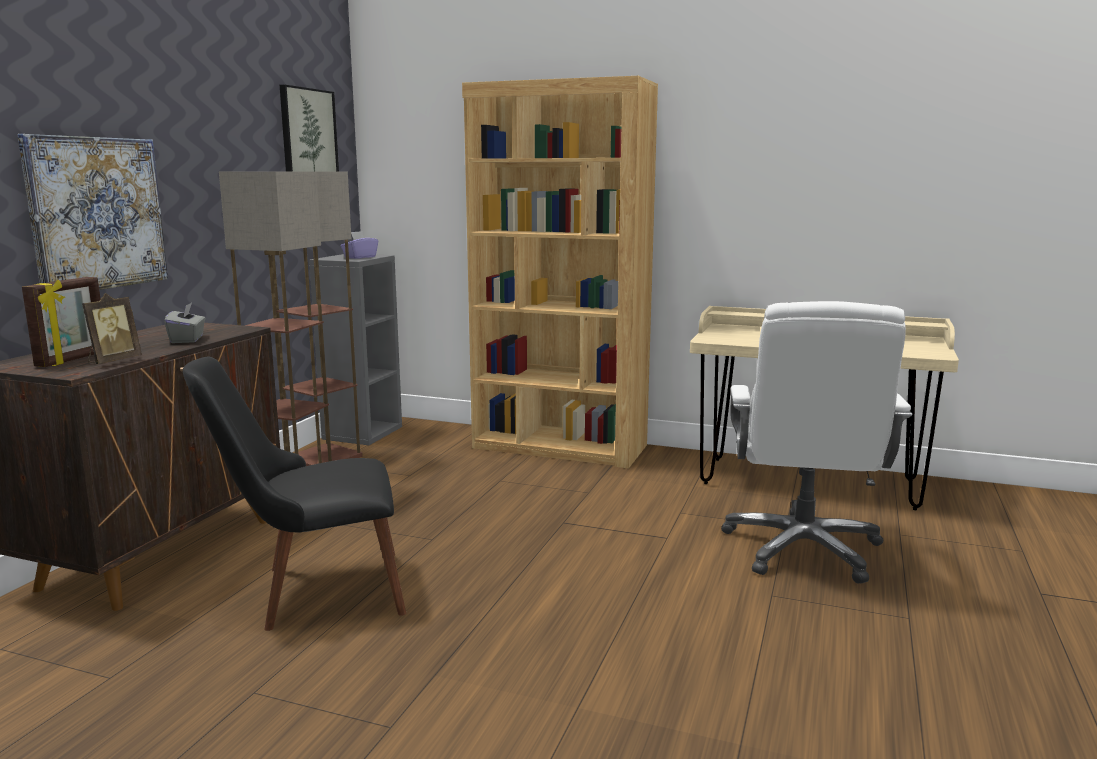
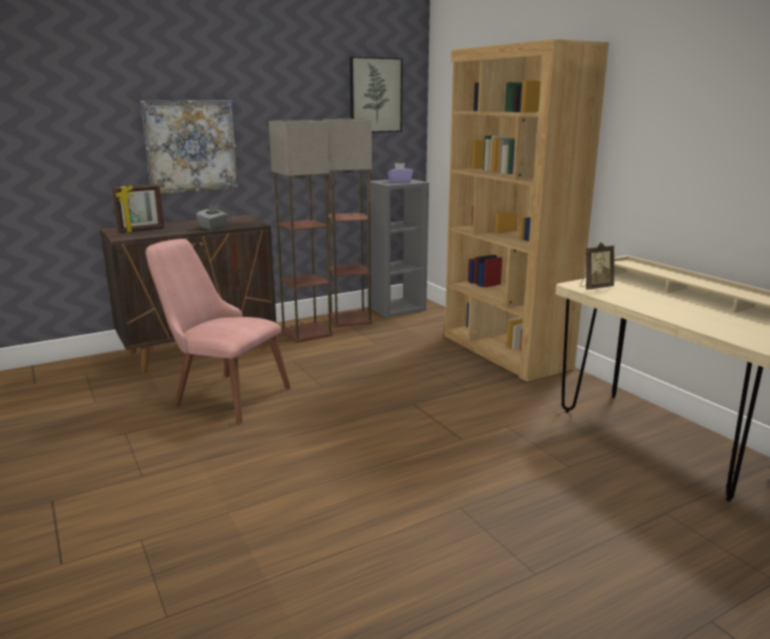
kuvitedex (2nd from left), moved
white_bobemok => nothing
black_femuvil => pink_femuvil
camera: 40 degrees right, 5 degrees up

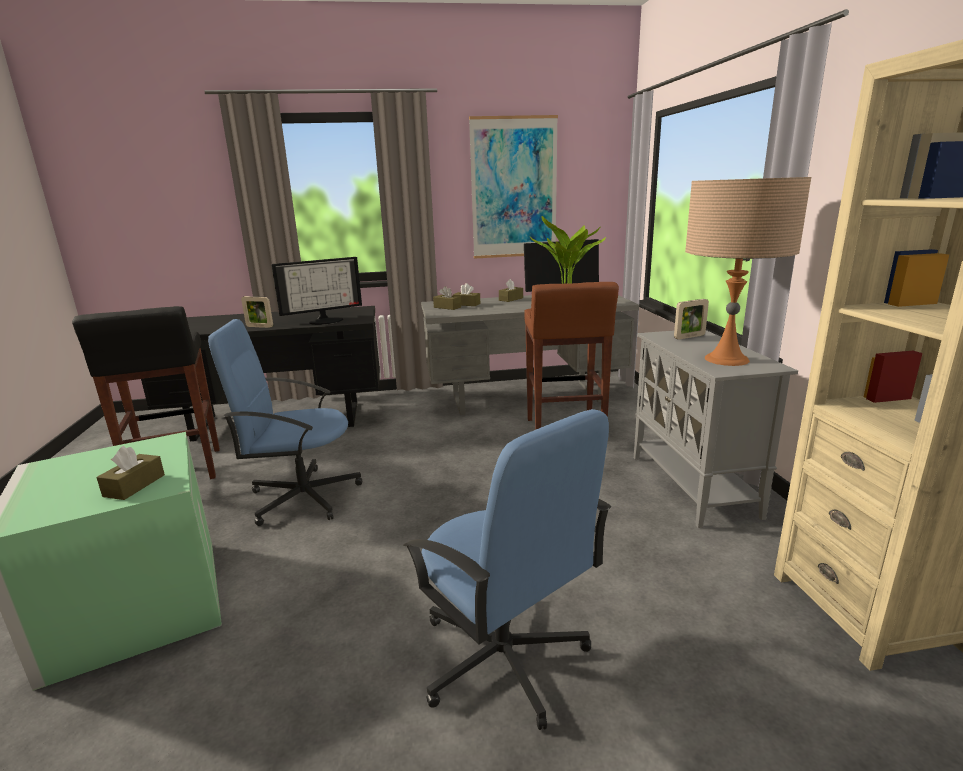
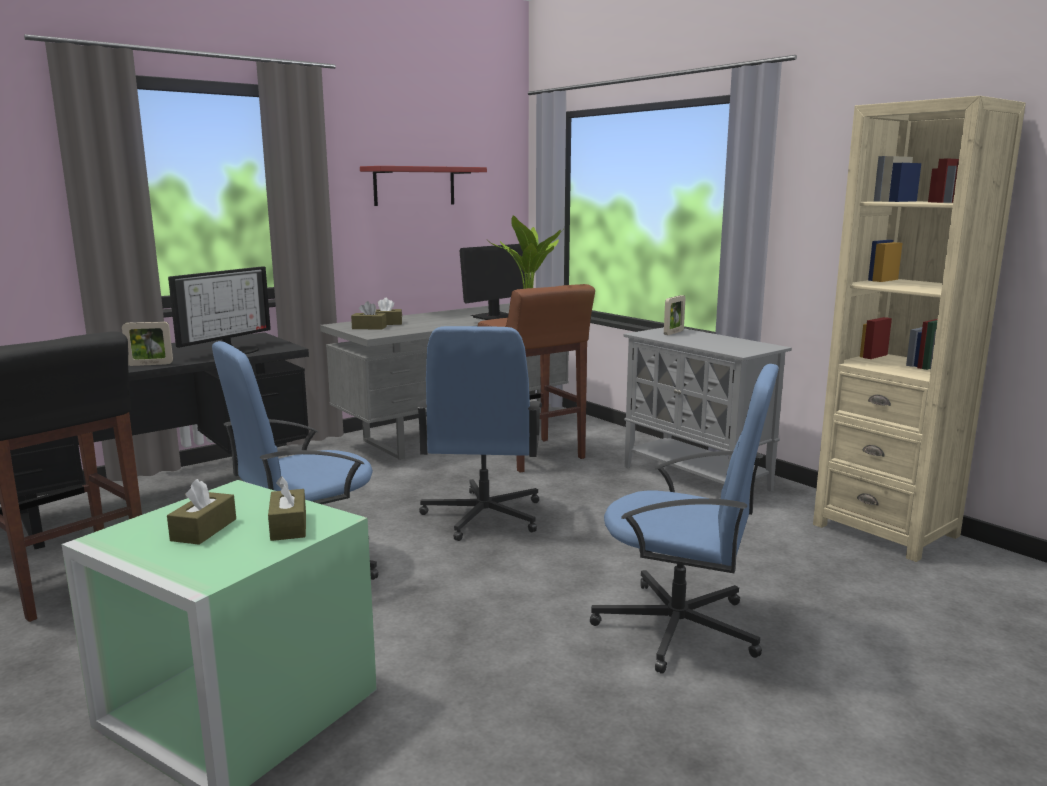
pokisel => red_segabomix
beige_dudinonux => nothing
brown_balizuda (4th from left in the first image) => brown_balizuda (1st from left), moved
nothing => blue_bobemok (2nd from left)
camera: 30 degrees left, 5 degrees down

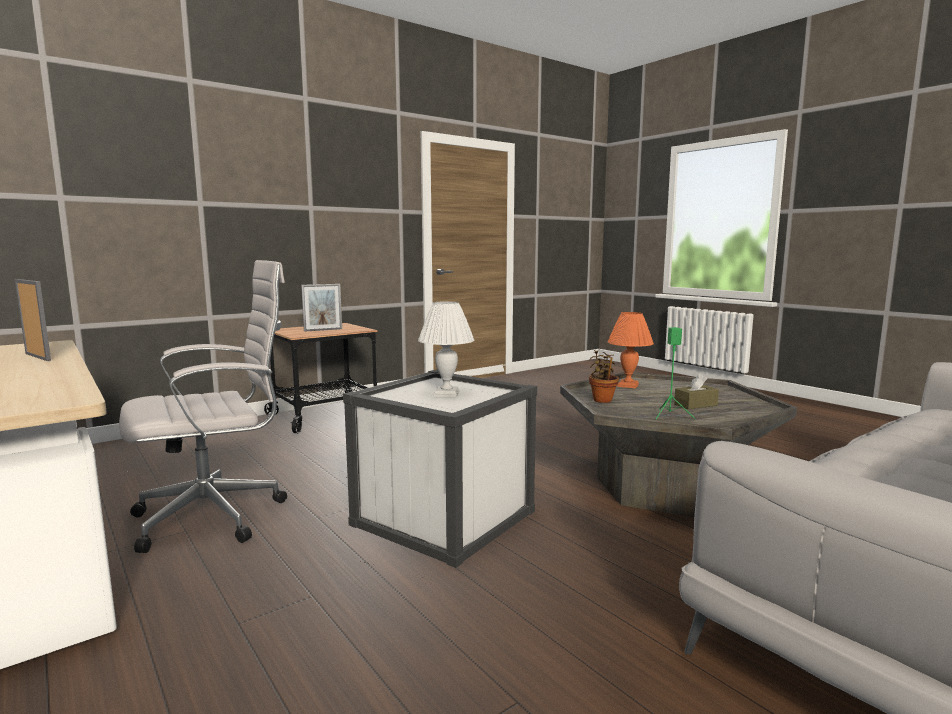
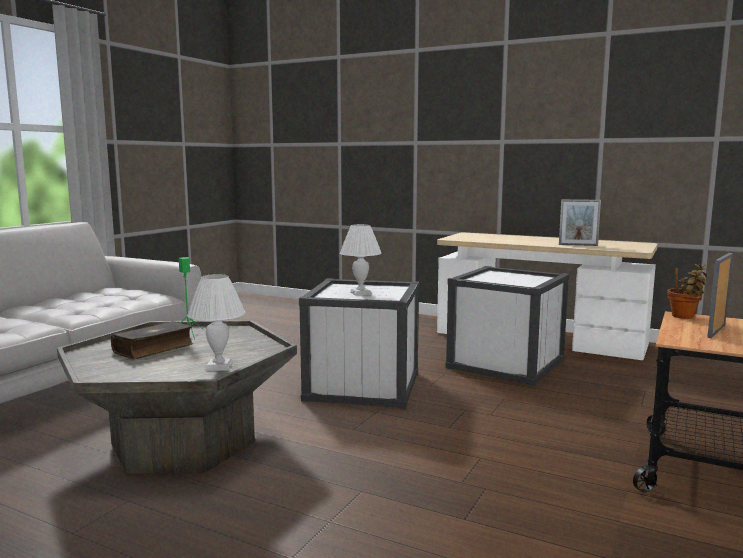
white_bobemok => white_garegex (2nd from left)
orange_dudinonux => white_dudinonux (1st from left)
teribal, moved
brown_balizuda => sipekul
camera: 155 degrees right, 0 degrees up

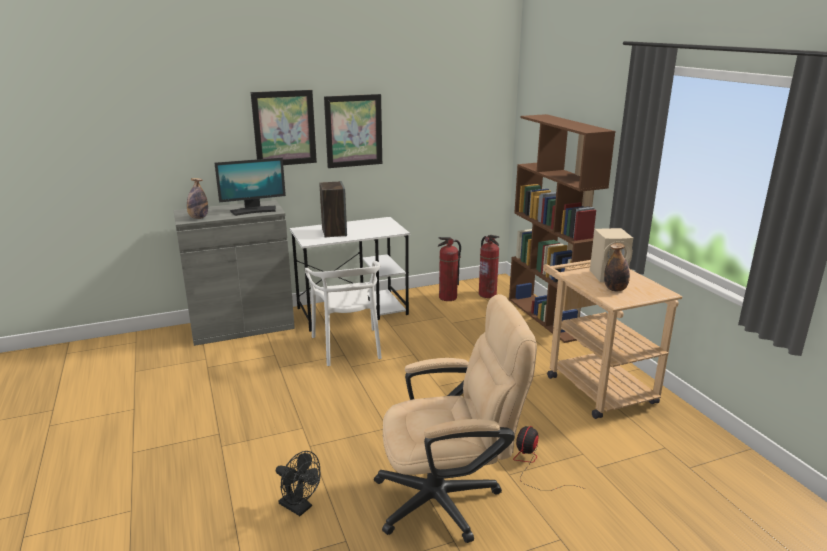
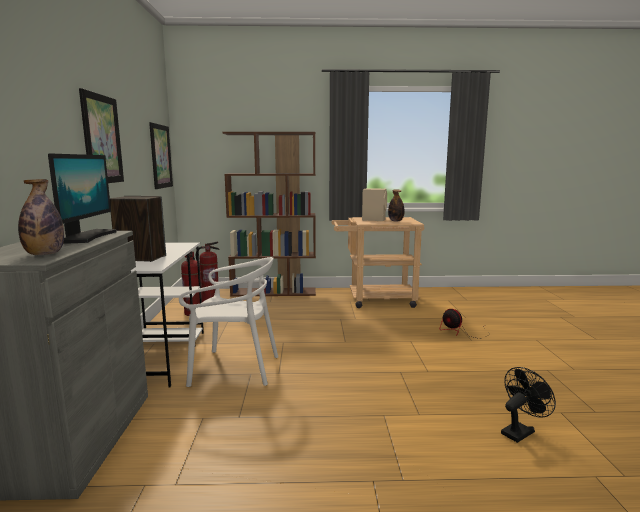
pokisel (1st from left in the first image) => pokisel (2nd from left), moved
beige_bobemok => nothing
camera: 70 degrees left, 10 degrees down

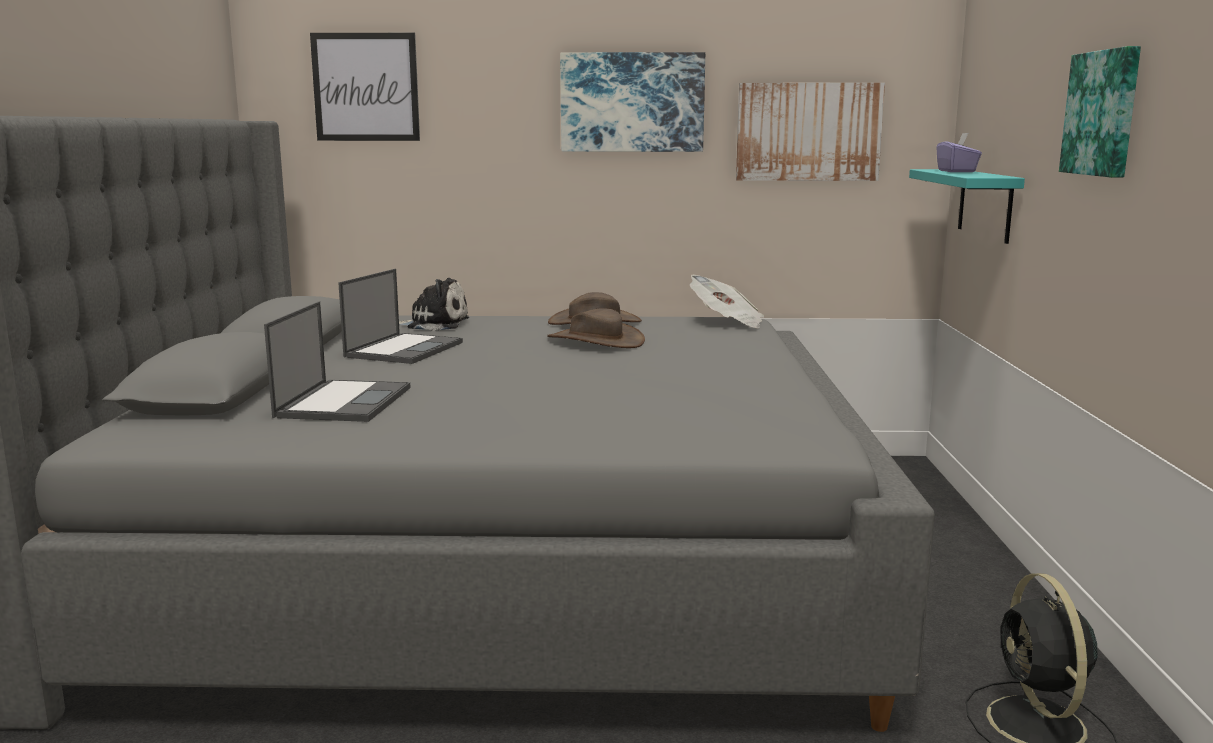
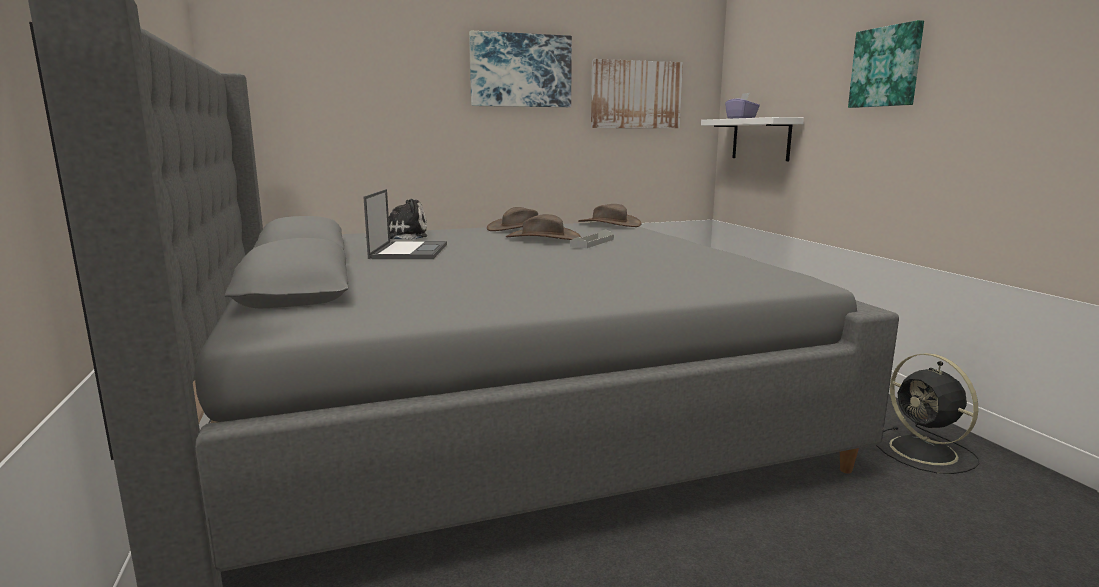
pokisel (1st from left) => nothing
turquoise_segabomix => white_segabomix
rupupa => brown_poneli (3rd from left)
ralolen (1st from left) => nothing
nothing => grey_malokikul
camera: 20 degrees left, 0 degrees up

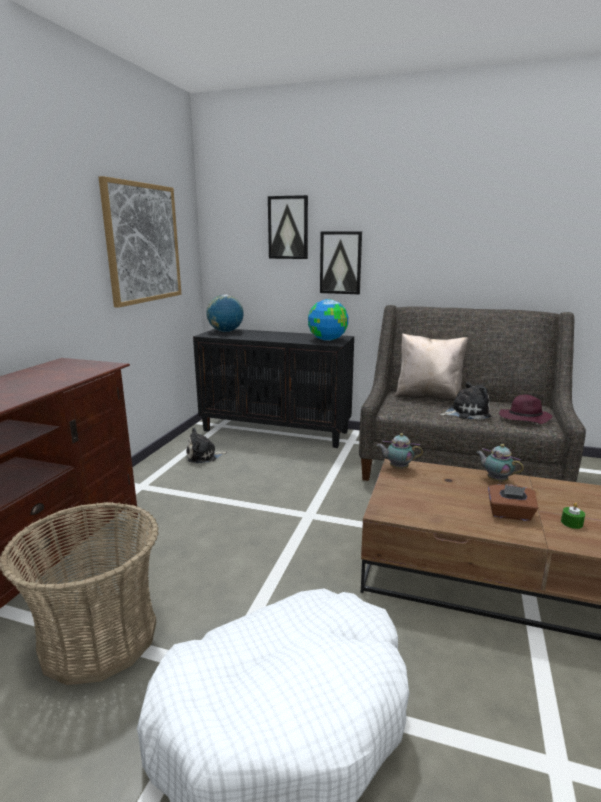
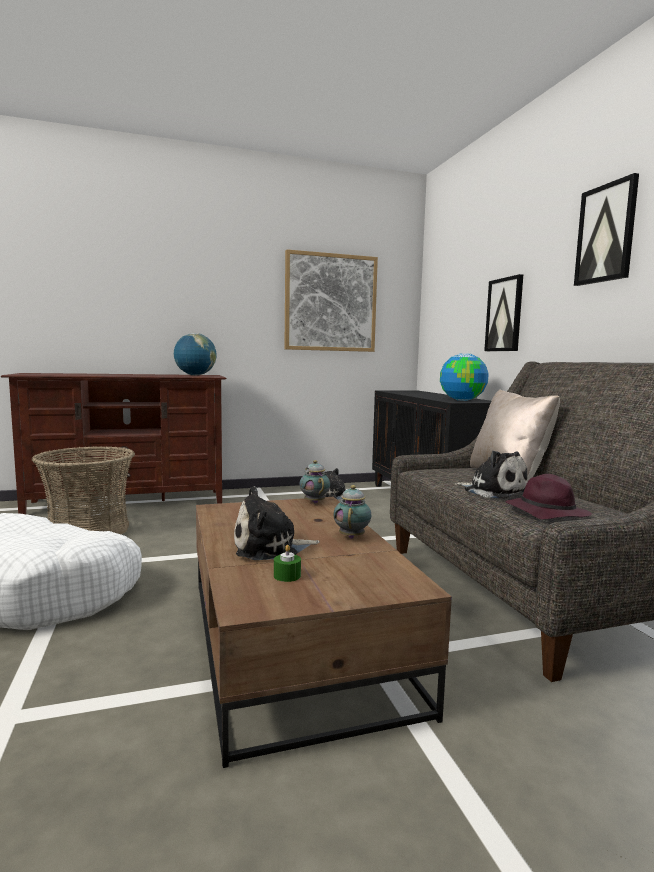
pokisel (2nd from left in the first image) => pokisel (3rd from left), moved
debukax (1st from left), moved
brown_balizuda => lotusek (1st from left)
camera: 55 degrees right, 10 degrees down

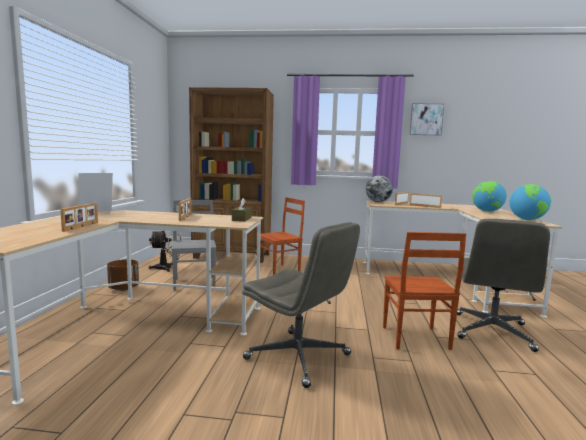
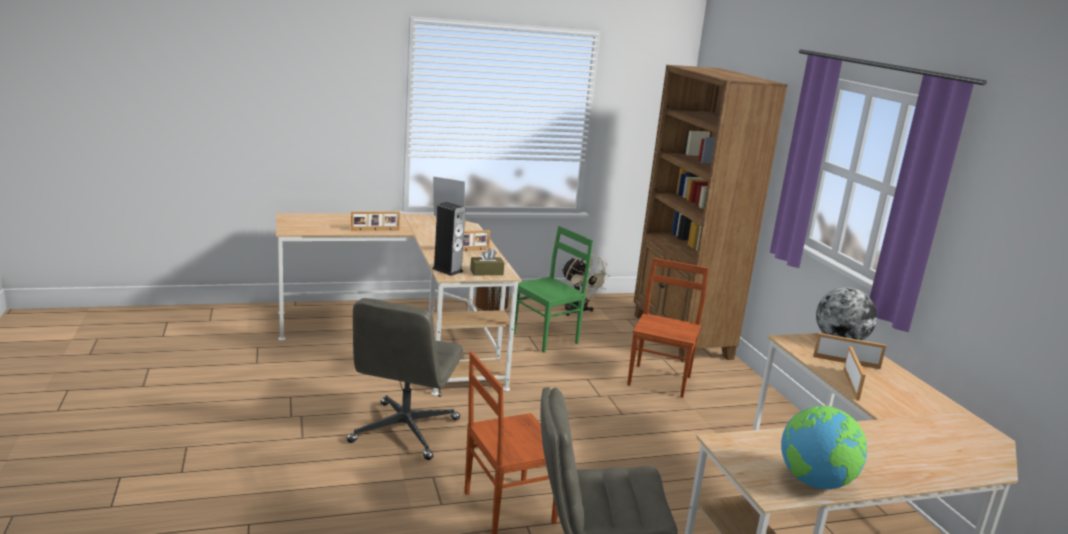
pokisel => nothing
debukax (2nd from left) => nothing
brown_femuvil (1st from left in the first image) => brown_femuvil (2nd from left), 105 degrees counterclockwise
grey_femuvil => green_femuvil
nothing => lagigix
camera: 65 degrees right, 10 degrees up

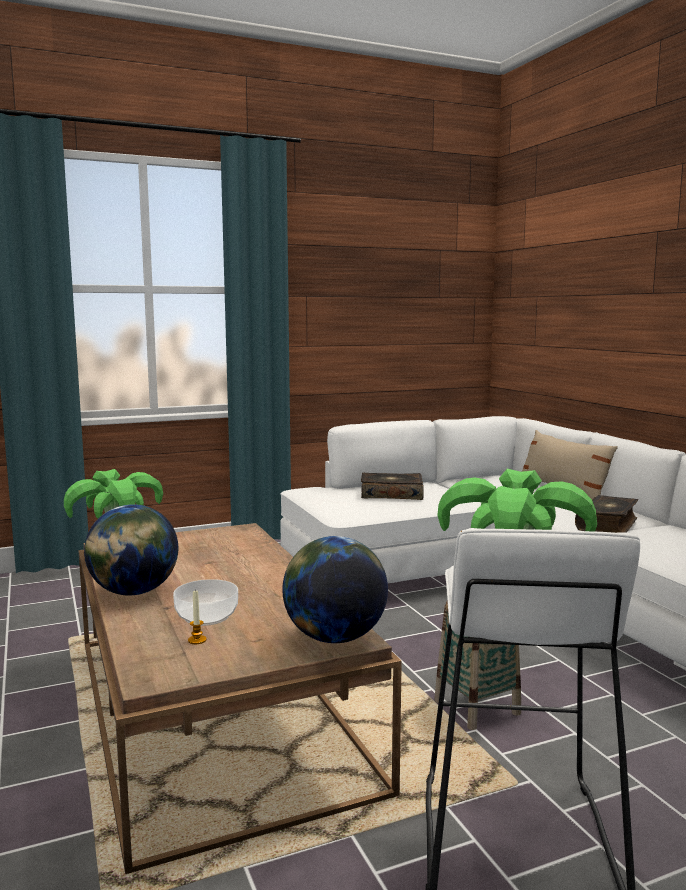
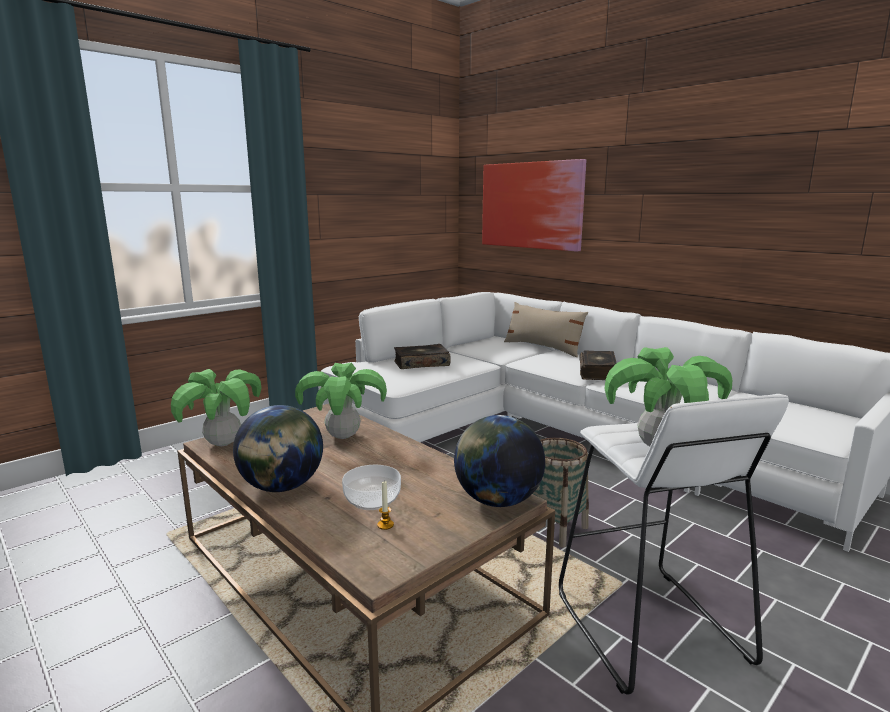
nothing => pokisel
nothing => teribal (2nd from left)
camera: 20 degrees left, 5 degrees up

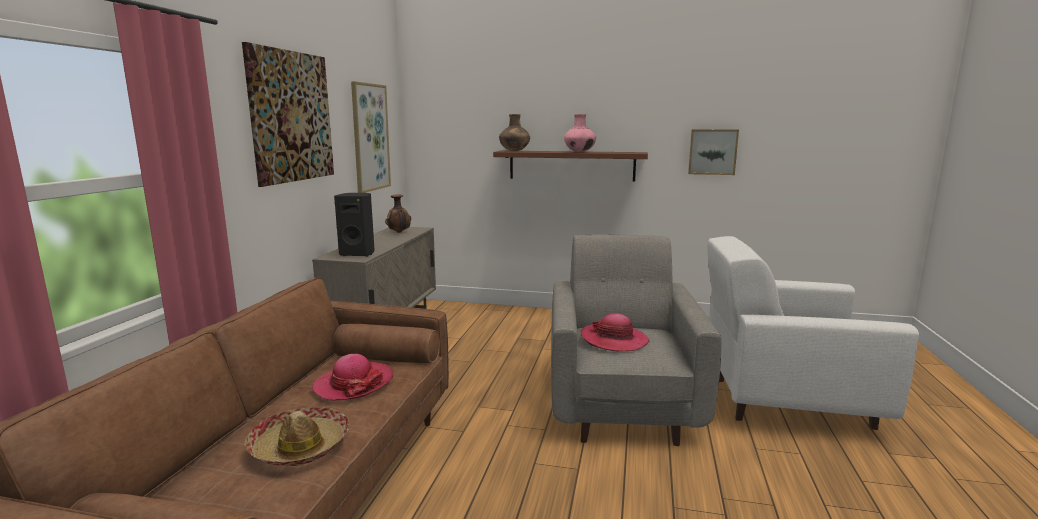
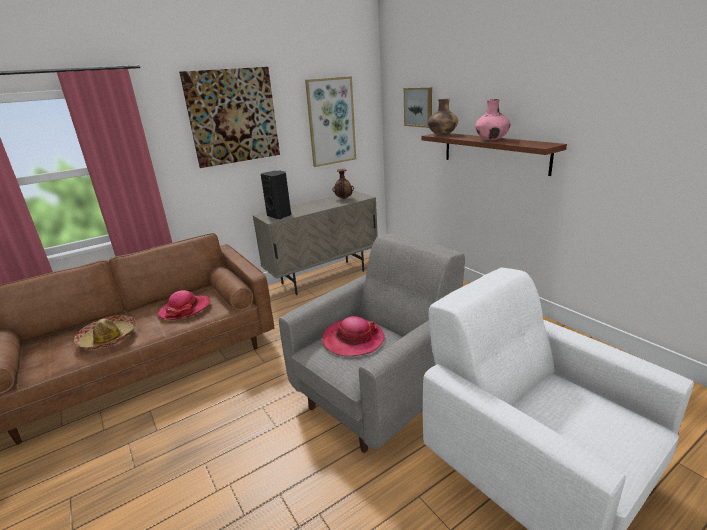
pokisel (3rd from left), moved
camera: 45 degrees right, 10 degrees up

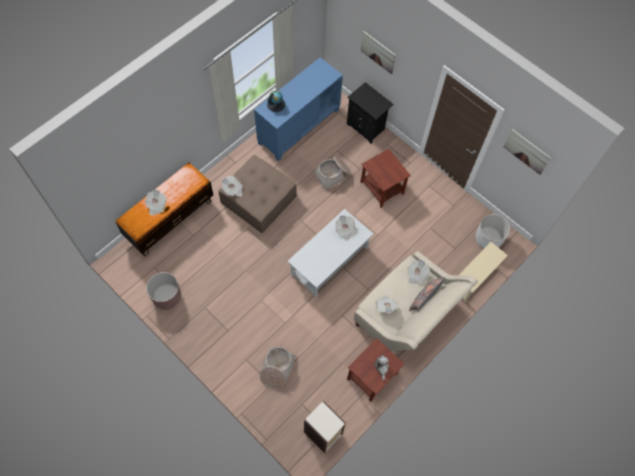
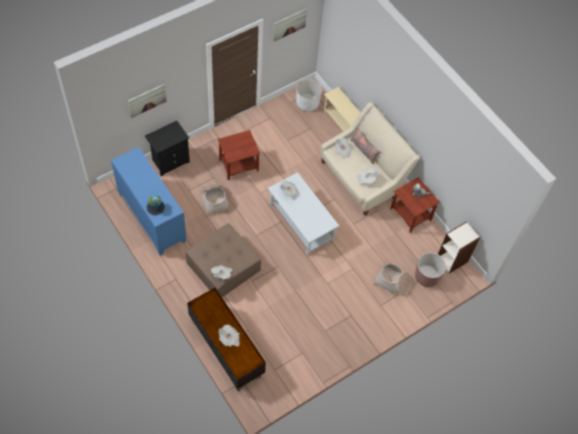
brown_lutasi, moved
camera: 80 degrees left, 5 degrees down

